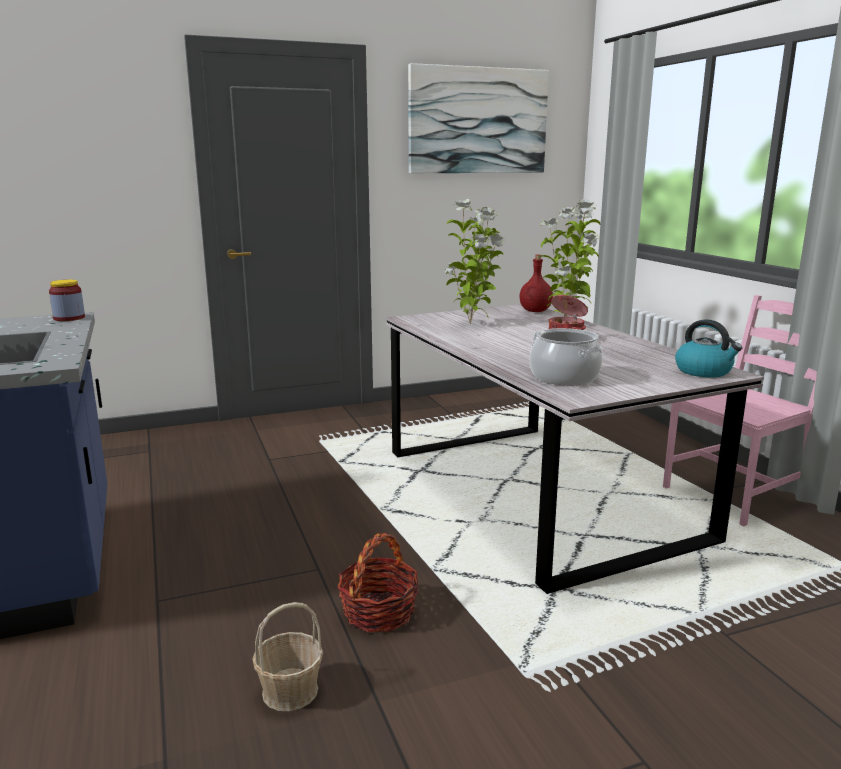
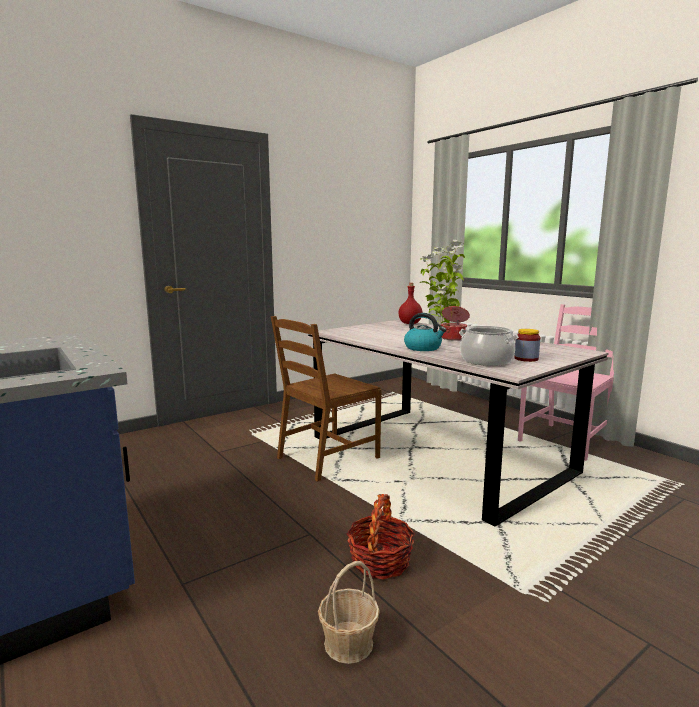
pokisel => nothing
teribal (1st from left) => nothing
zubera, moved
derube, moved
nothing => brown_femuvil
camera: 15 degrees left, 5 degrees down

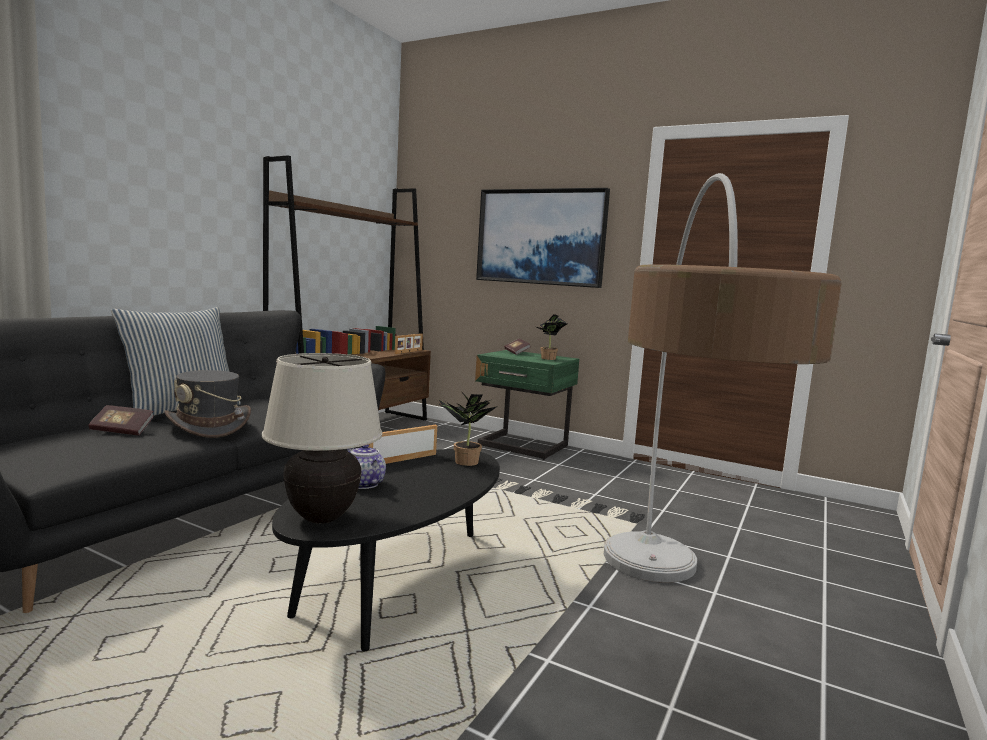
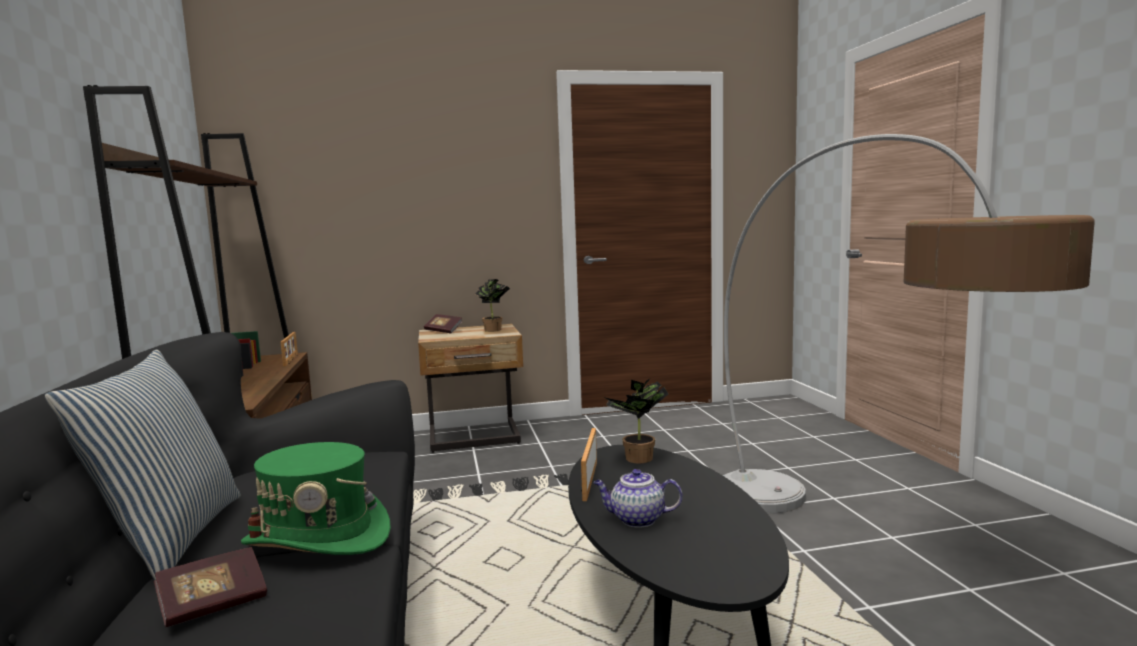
pokisel => nothing
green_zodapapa => beige_zodapapa
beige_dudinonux => nothing
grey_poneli => green_poneli
camera: 40 degrees left, 0 degrees up

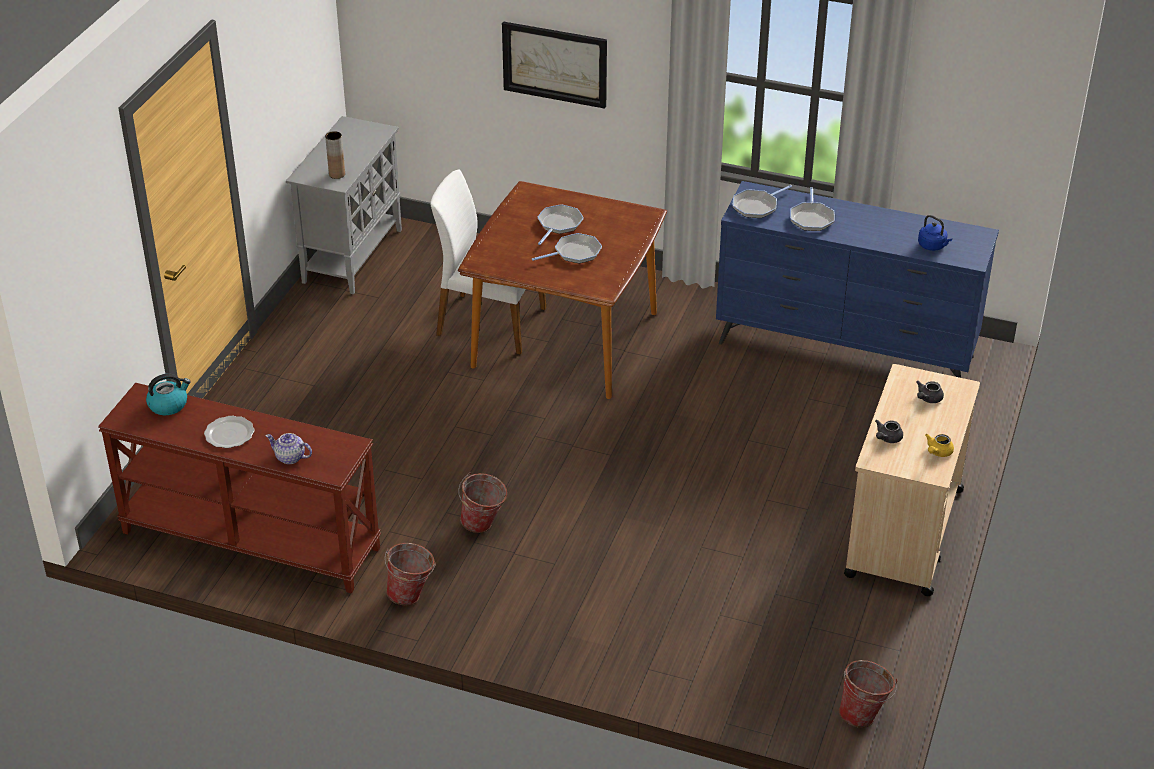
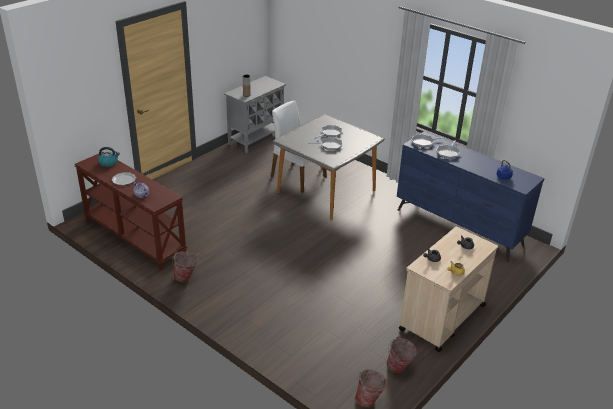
pokisel => nothing
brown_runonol => grey_runonol
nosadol (2nd from left in the first image) => nosadol (3rd from left), moved
camera: 20 degrees right, 5 degrees down

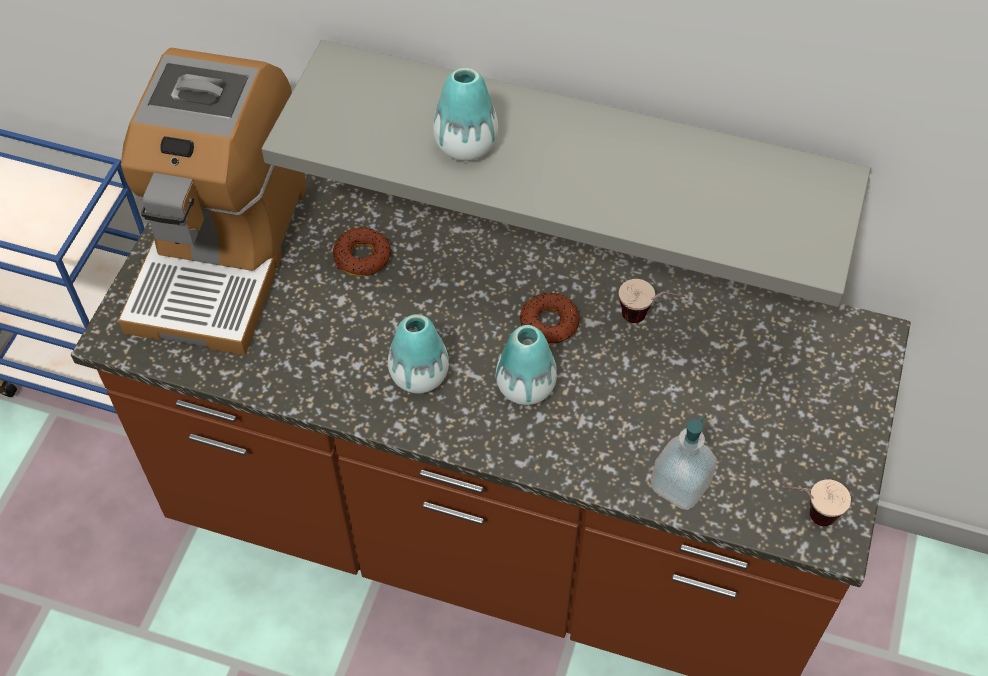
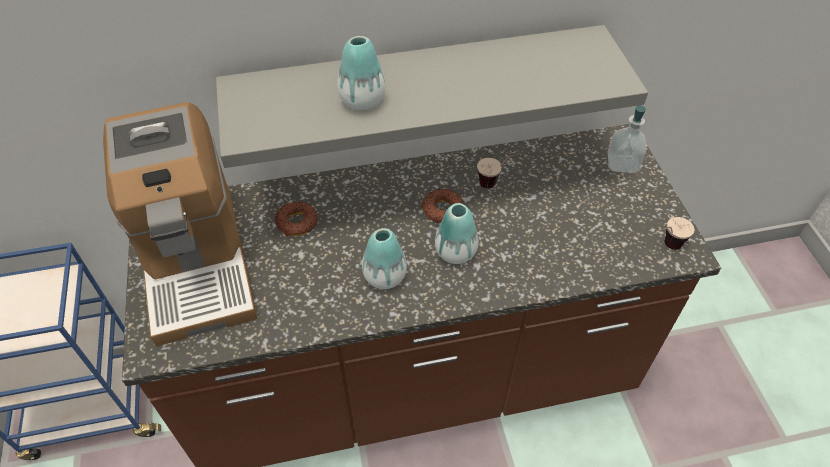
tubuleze, moved
camera: 30 degrees left, 5 degrees down

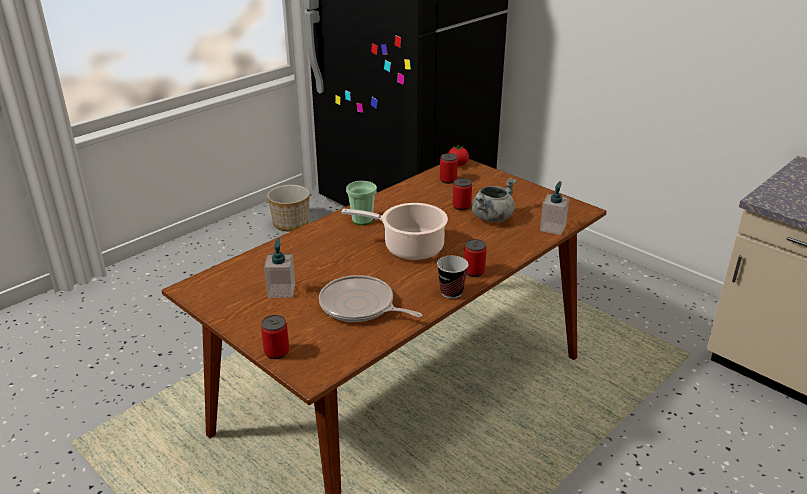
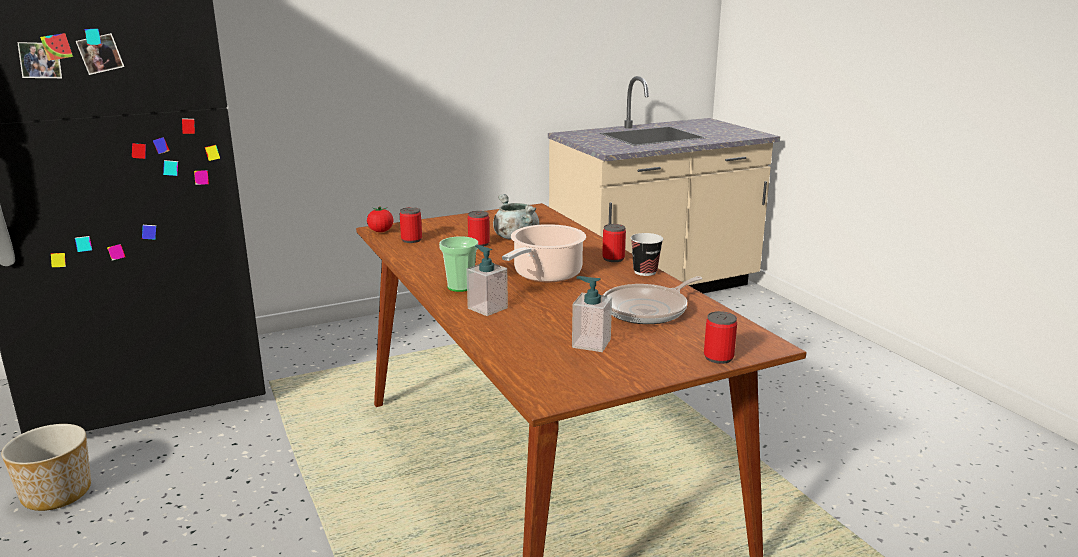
tubuleze (2nd from left in the first image) => tubuleze (1st from left), moved
camera: 70 degrees left, 10 degrees down

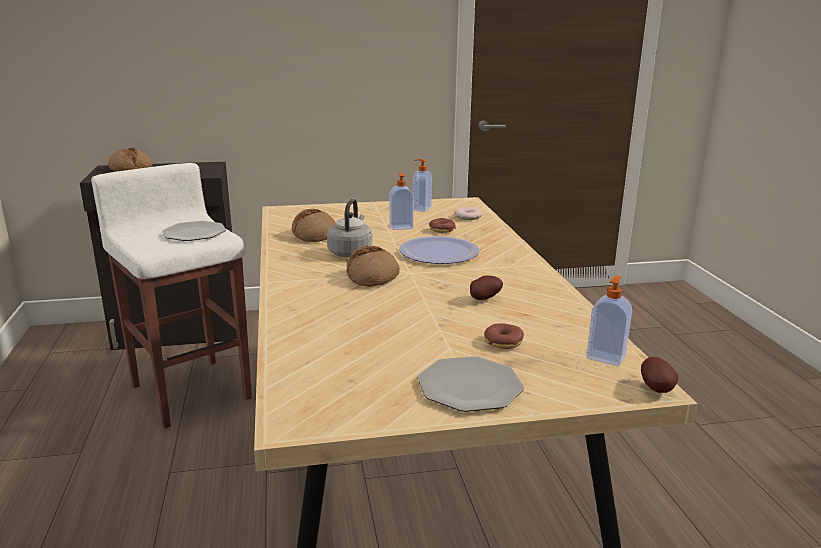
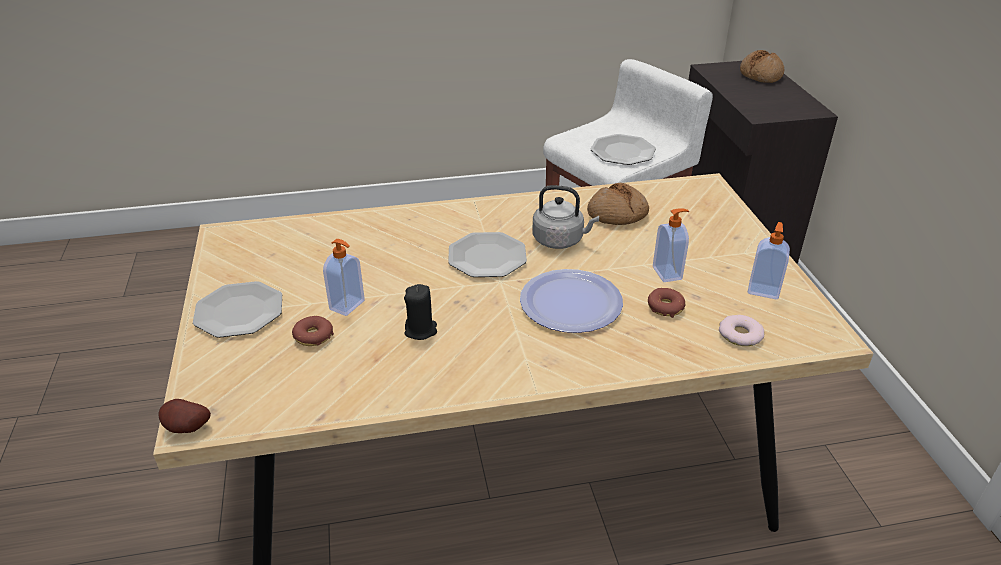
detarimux (3rd from left) => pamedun (2nd from left)
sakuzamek (1st from left) => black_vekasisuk
tubuleze (3rd from left in the first image) => tubuleze (1st from left), moved
camera: 90 degrees right, 15 degrees up

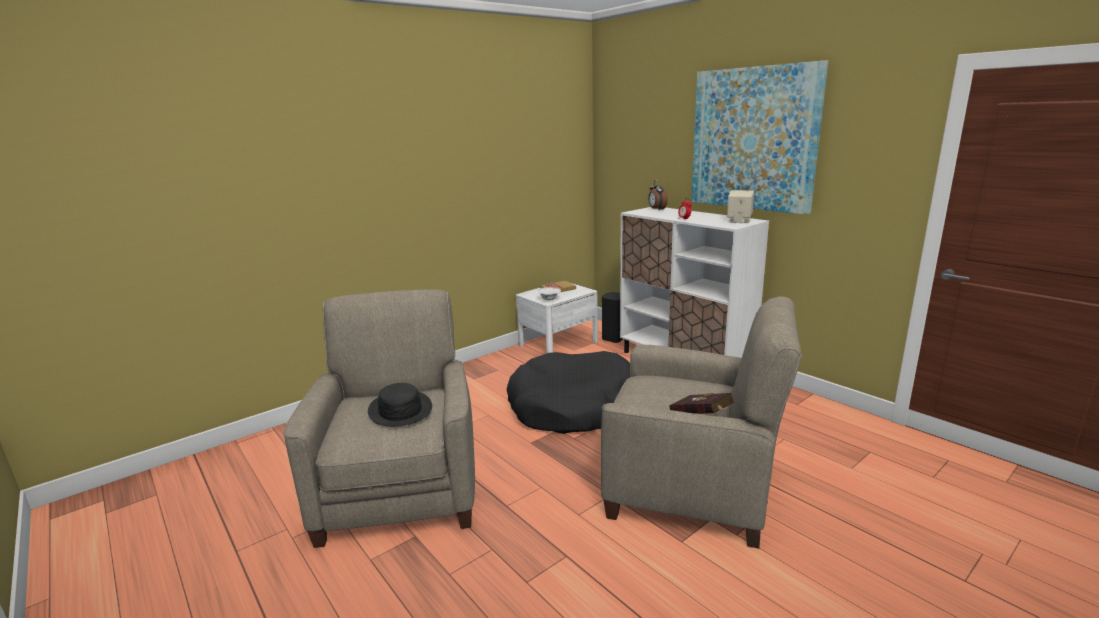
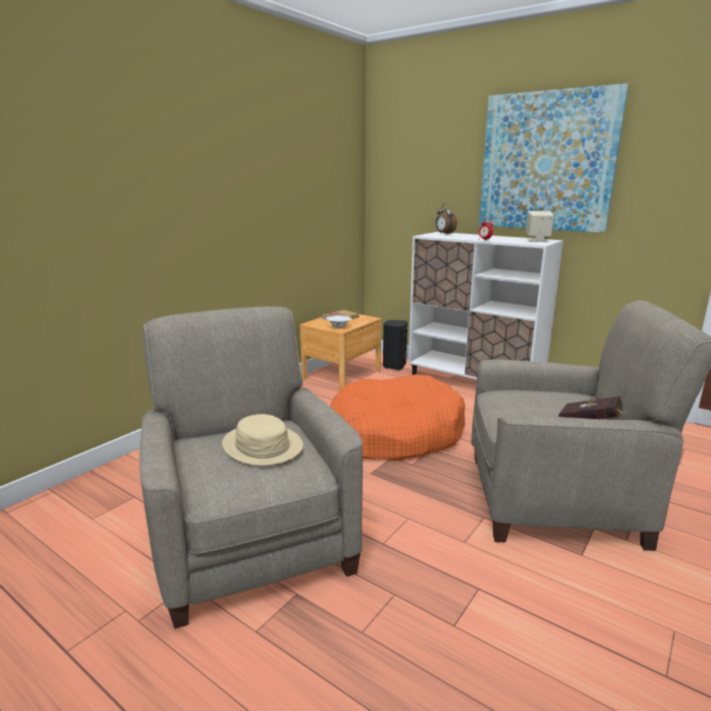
white_zodapapa => brown_zodapapa
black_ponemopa => orange_ponemopa
black_poneli => beige_poneli
camera: 15 degrees left, 0 degrees up

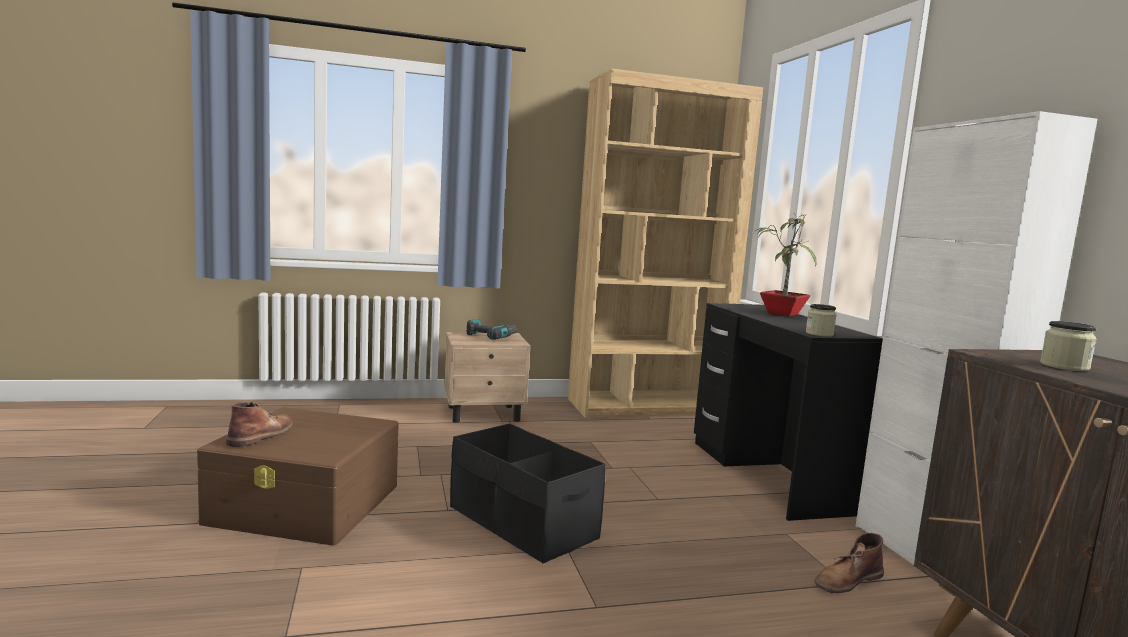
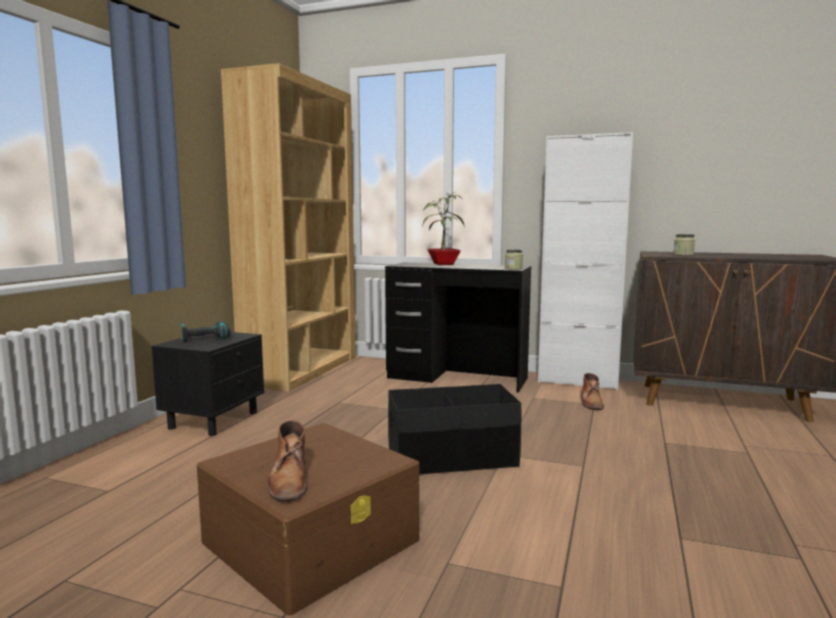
beige_zodapapa => black_zodapapa
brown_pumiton (1st from left), 150 degrees counterclockwise
camera: 55 degrees left, 0 degrees up

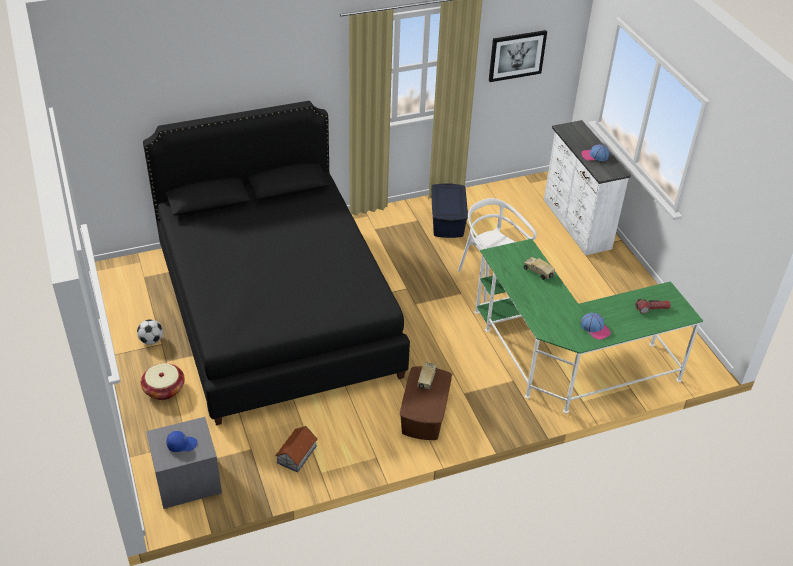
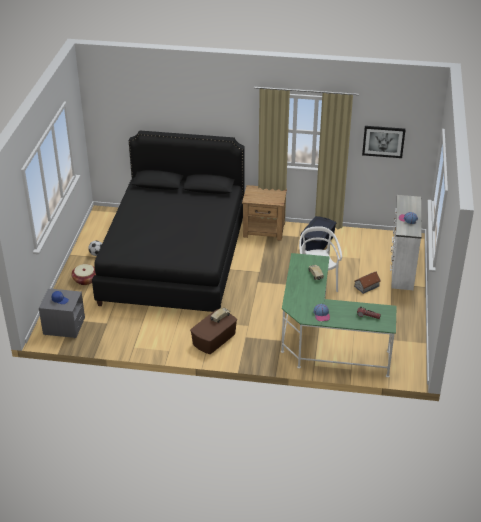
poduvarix, moved
nothing => brown_zodapapa
camera: 30 degrees right, 5 degrees down

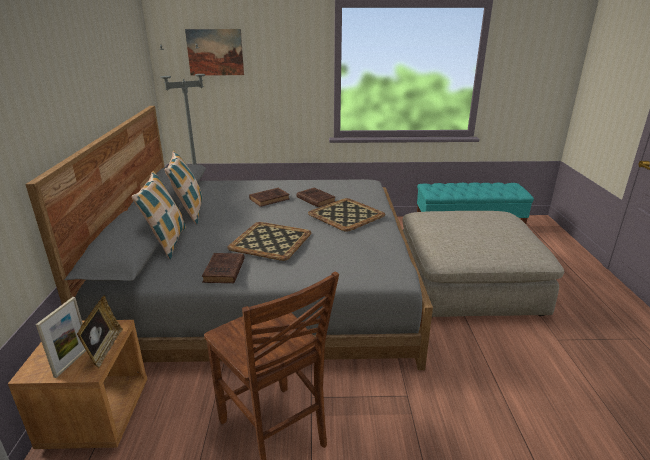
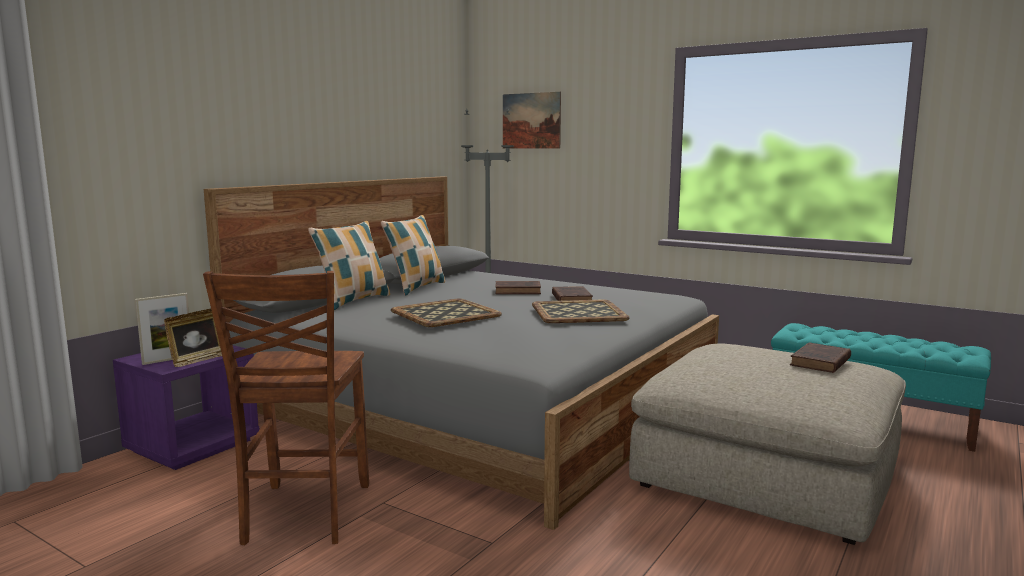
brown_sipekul (1st from left in the first image) => brown_sipekul (3rd from left), moved
brown_zodapapa => purple_zodapapa
camera: 35 degrees right, 15 degrees down

